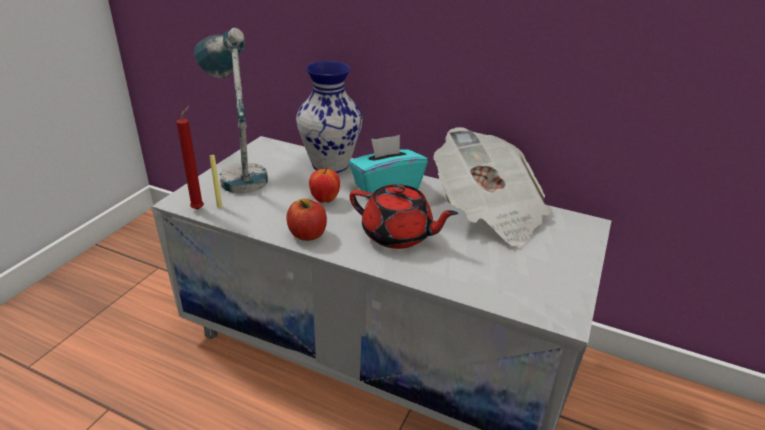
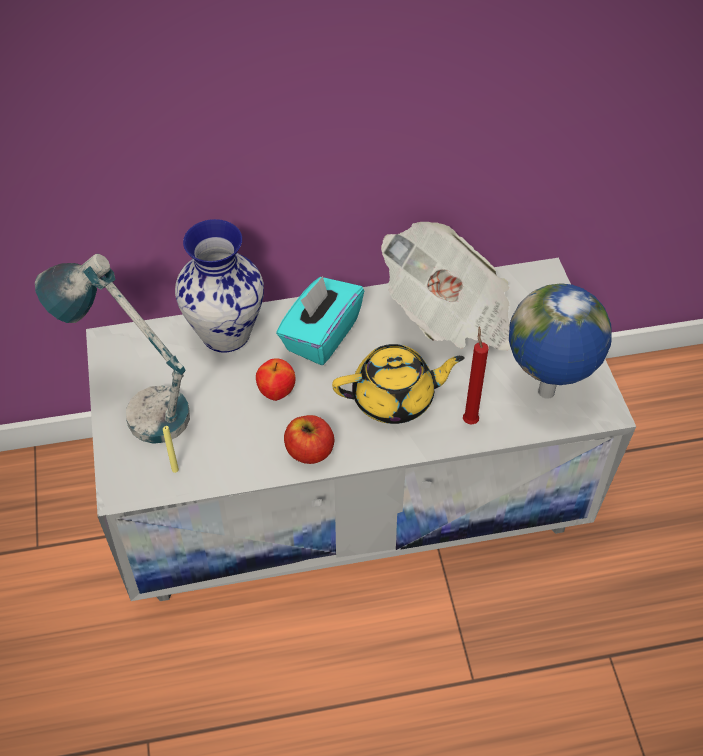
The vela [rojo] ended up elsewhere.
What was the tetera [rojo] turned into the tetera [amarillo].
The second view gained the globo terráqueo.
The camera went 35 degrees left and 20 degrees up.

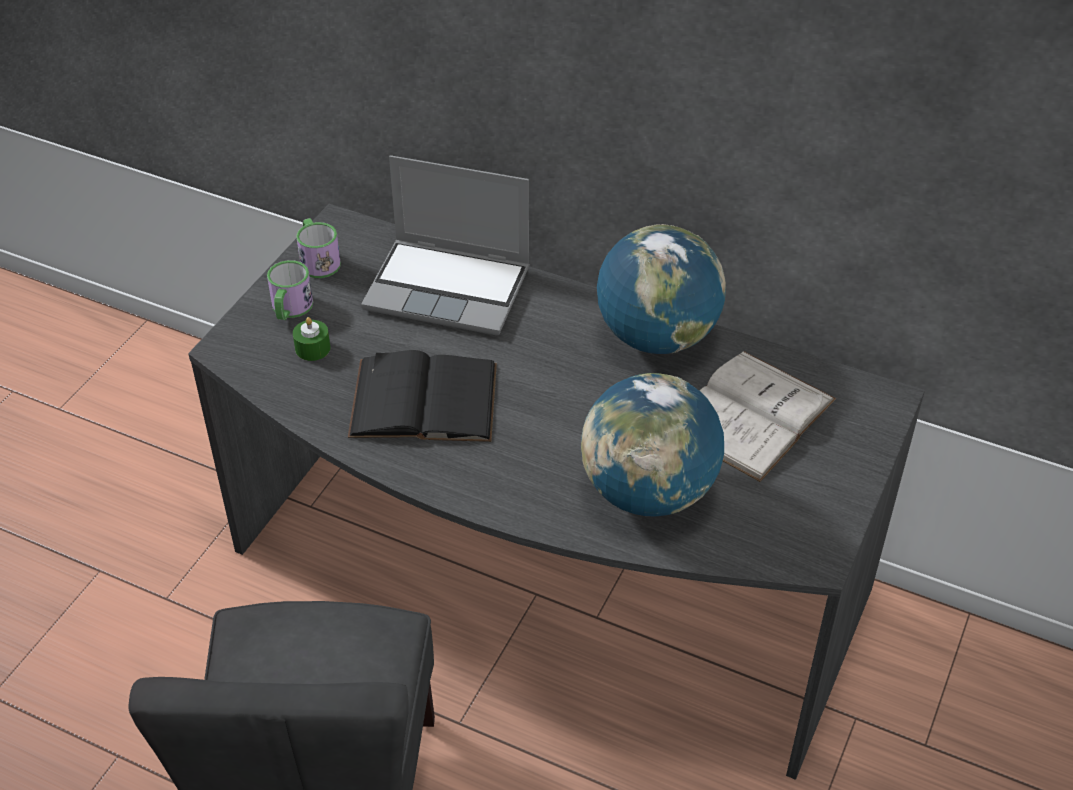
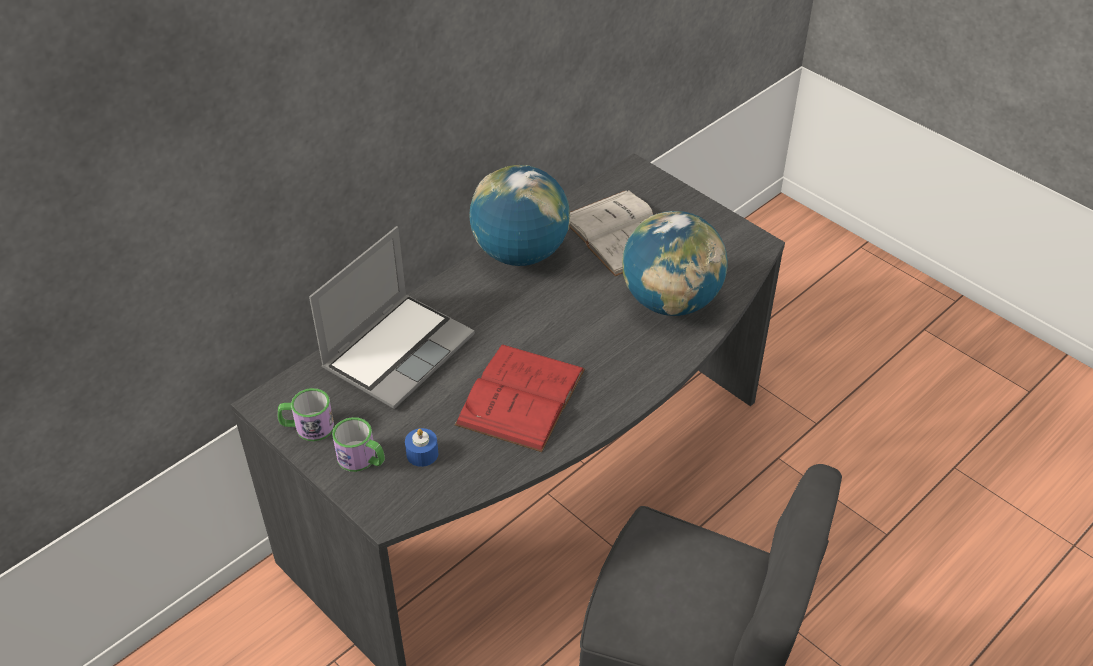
What was the vela [verde] turned into the vela [azul].
What was the libro [negro] turned into the libro [rojo].
The camera went 70 degrees left and 0 degrees up.

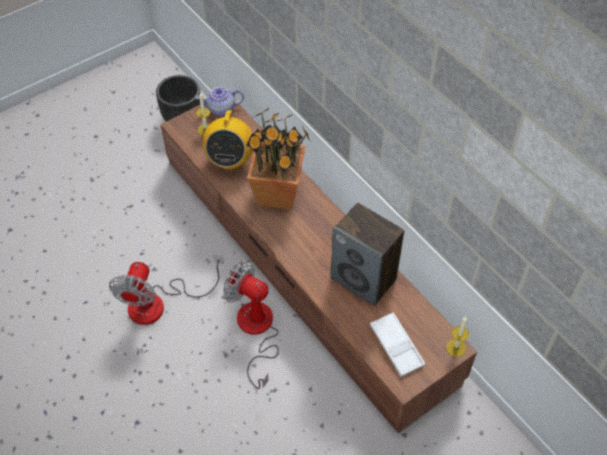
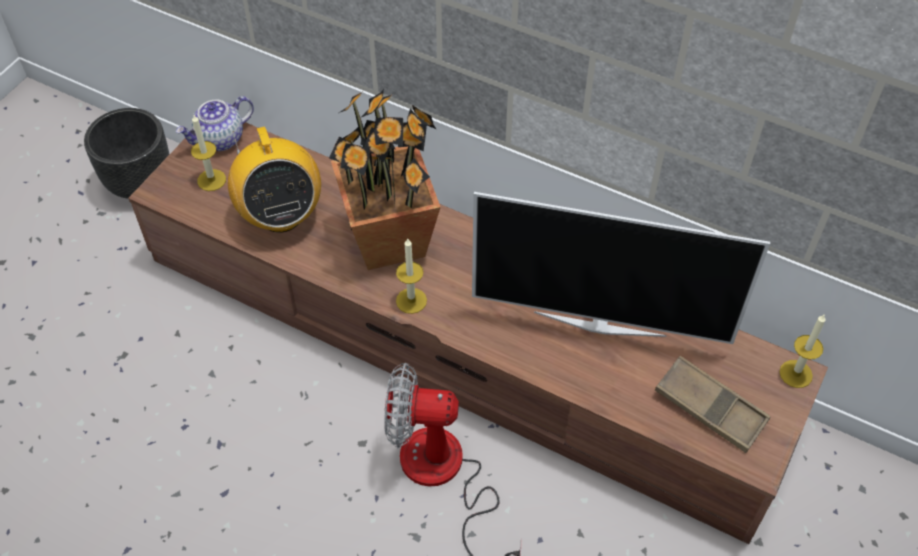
The second view lost the ventilador (1st from left).
Where the altavoz stood, the televisor came to stand.
What was the bandeja [blanco] turned into the bandeja [marrón].
The second view gained the vela (2nd from left).
The camera went 25 degrees left and 0 degrees up.

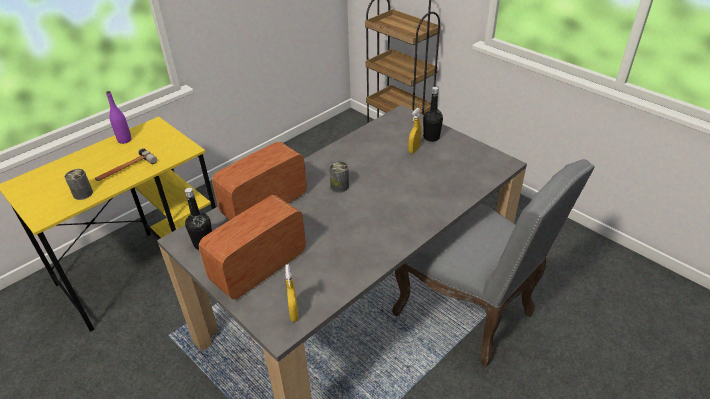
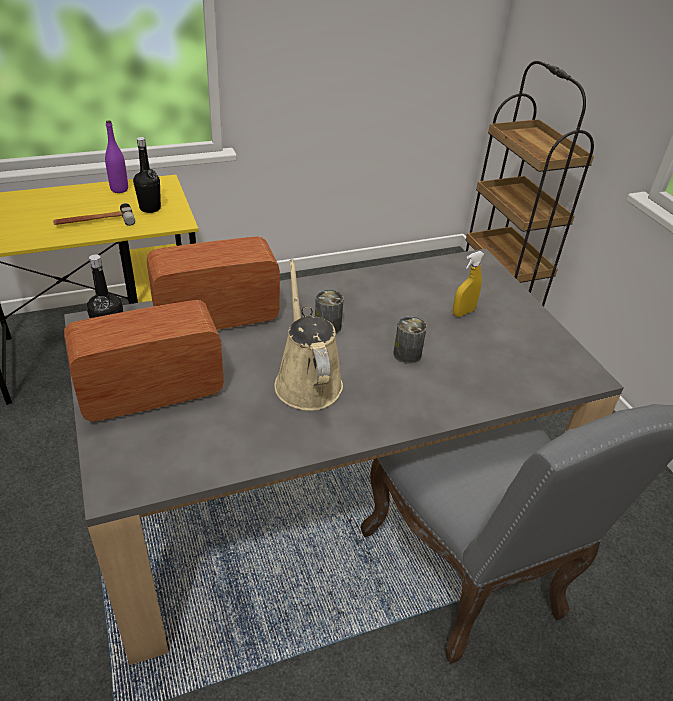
The lata (1st from left in the first image) ended up elsewhere.
The second view lost the pulverizador [amarillo] (1st from left).
The botella [negro] (2nd from left) ended up elsewhere.
The second view gained the regadera [beis].
The camera went 20 degrees right and 0 degrees up.

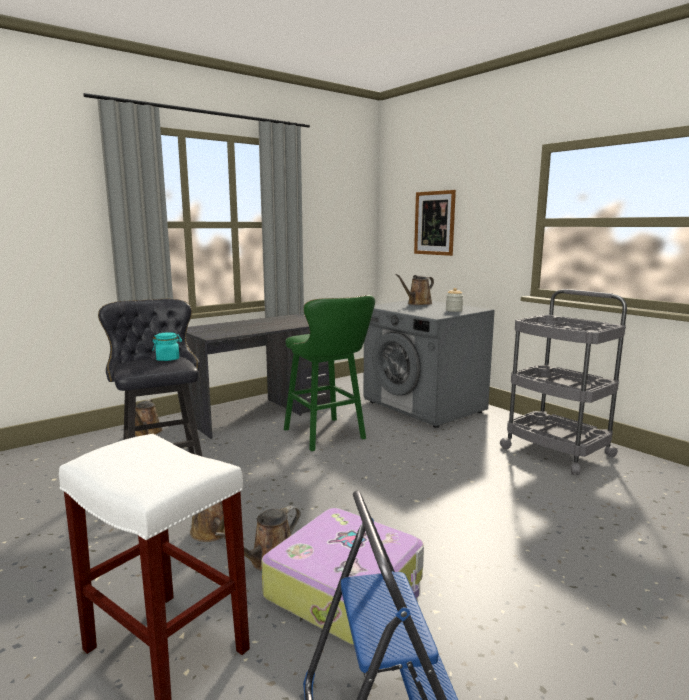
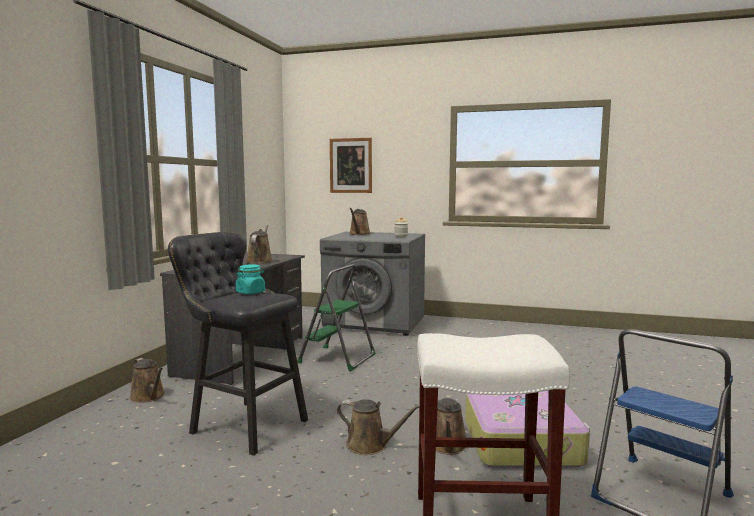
Where the taburete [verde] stood, the escalera de tijera [verde] came to stand.
The second view lost the carrito [gris].
The second view gained the regadera [marrón] (2nd from left).
The camera went 35 degrees left and 5 degrees down.

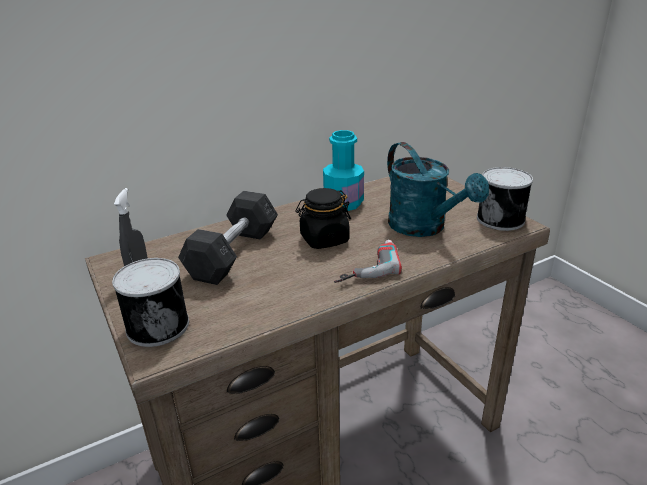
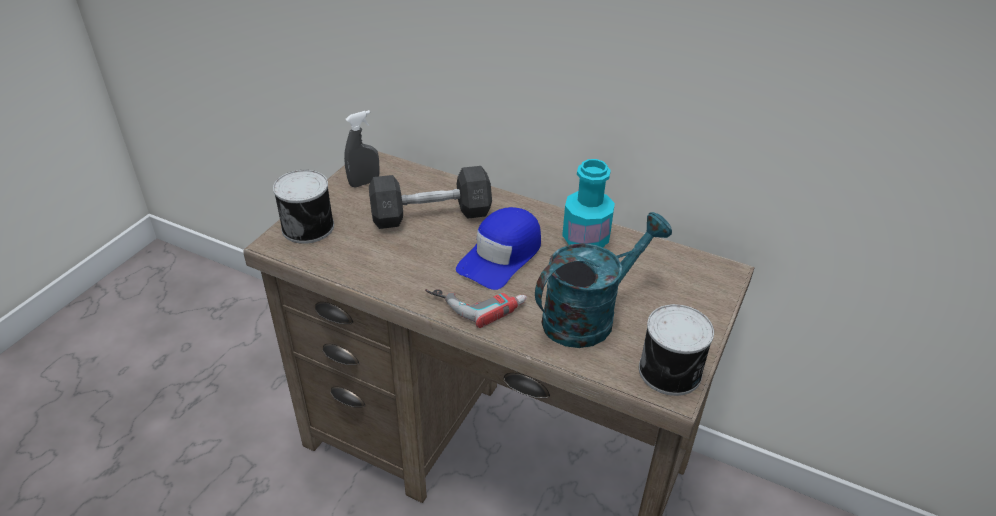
Where the tarro [negro] stood, the gorra [azul] came to stand.
The regadera [turquesa] ended up facing another way, 150 degrees counterclockwise from before.
The camera went 55 degrees right and 10 degrees up.

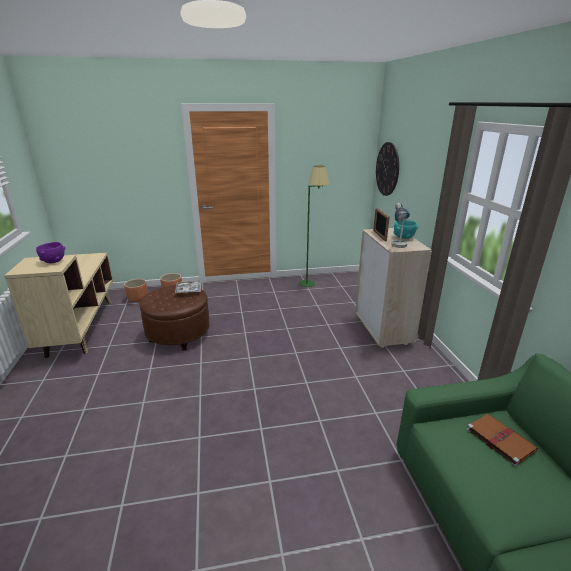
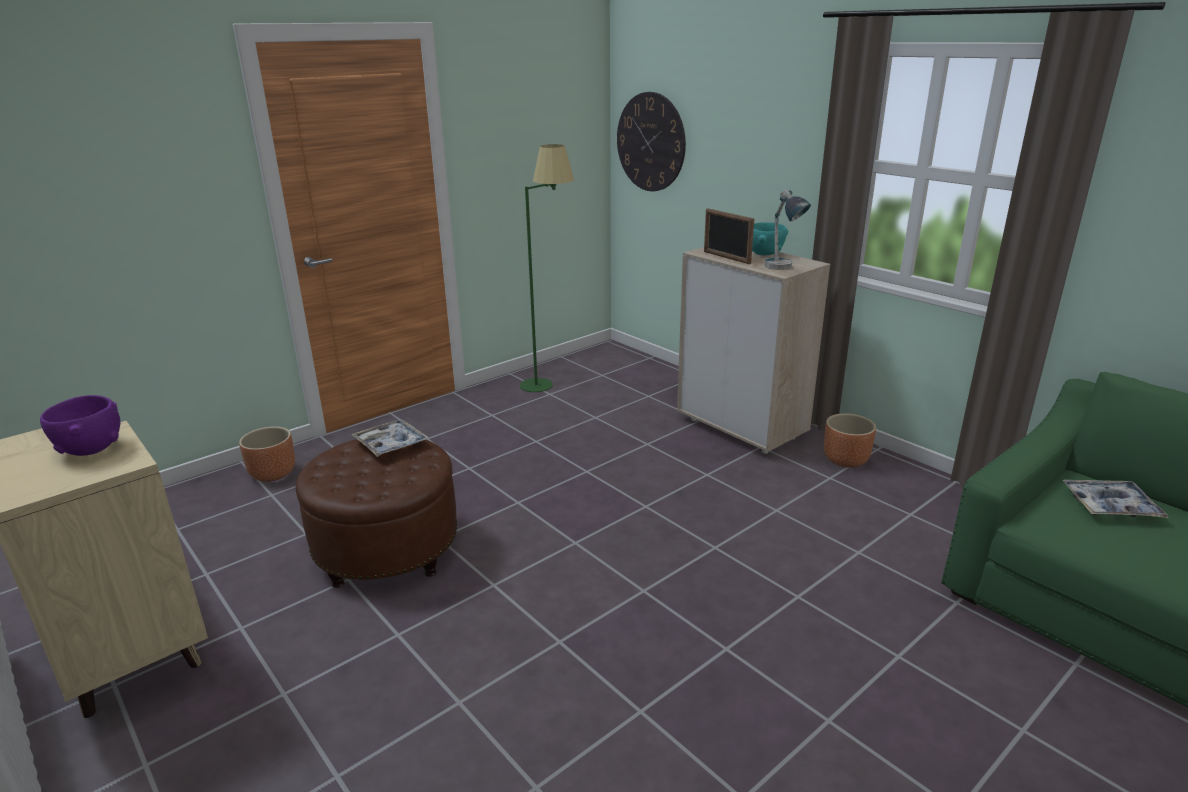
The maceta [marrón] (1st from left in the first image) ended up elsewhere.
Where the libro [marrón] stood, the bandeja (2nd from left) came to stand.
The camera went 30 degrees left and 0 degrees up.

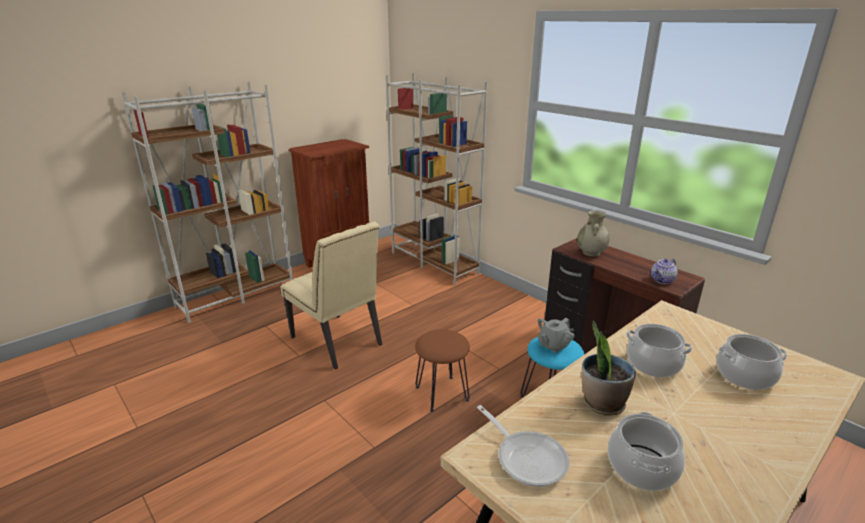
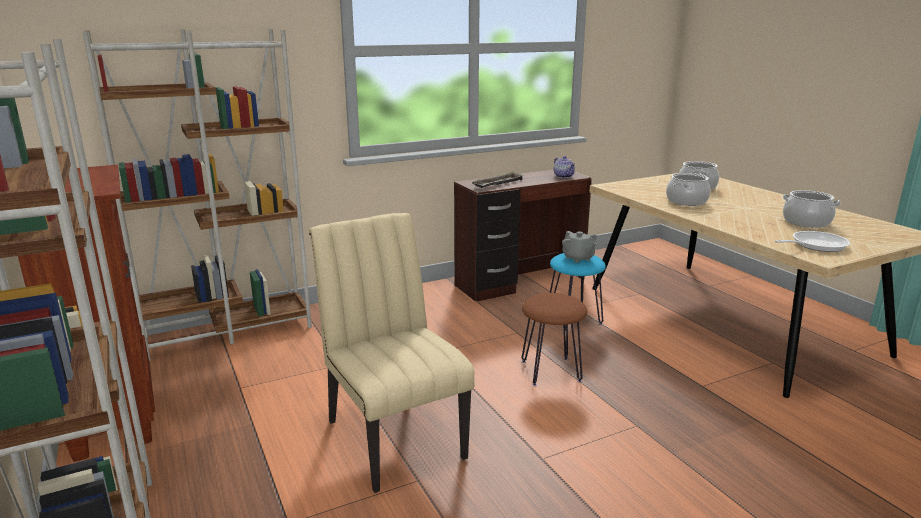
The silla [beis] ended up facing another way, 90 degrees counterclockwise from before.
Where the florero [beis] stood, the bandeja came to stand.
The second view lost the planta en maceta.
The camera went 75 degrees left and 5 degrees down.

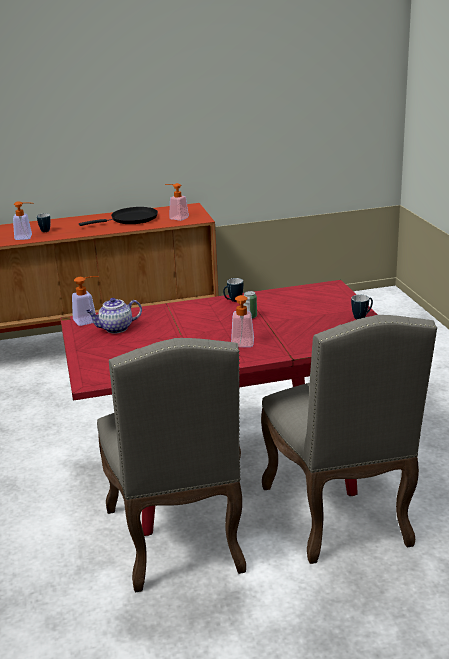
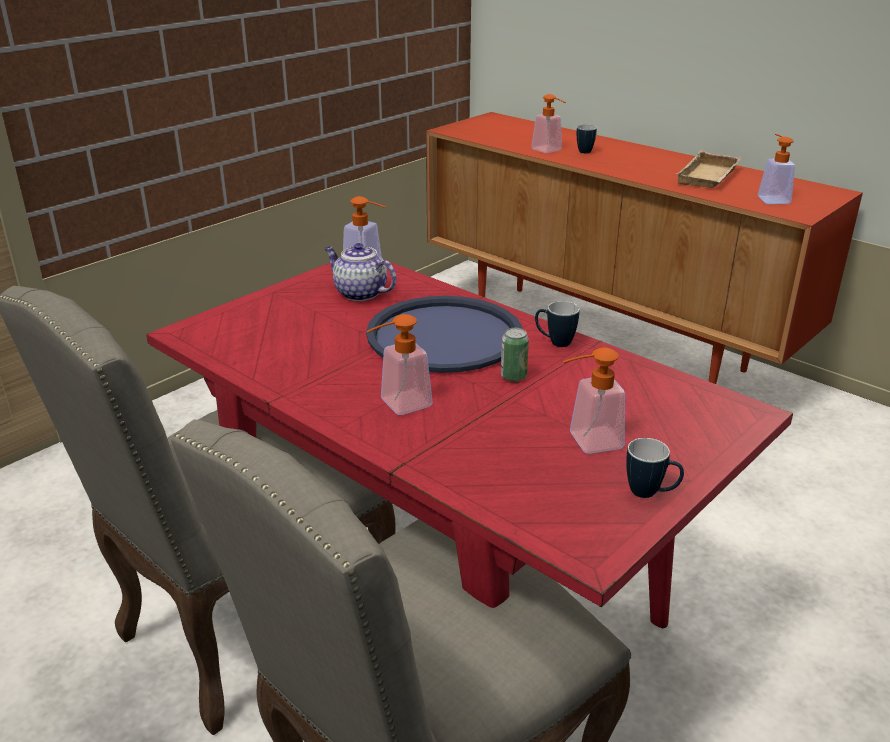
Where the sartén [negro] stood, the bandeja [beis] came to stand.
The second view gained the bandeja [azul].
The second view gained the dispensador de jabón (4th from left).
The camera went 55 degrees right and 5 degrees up.

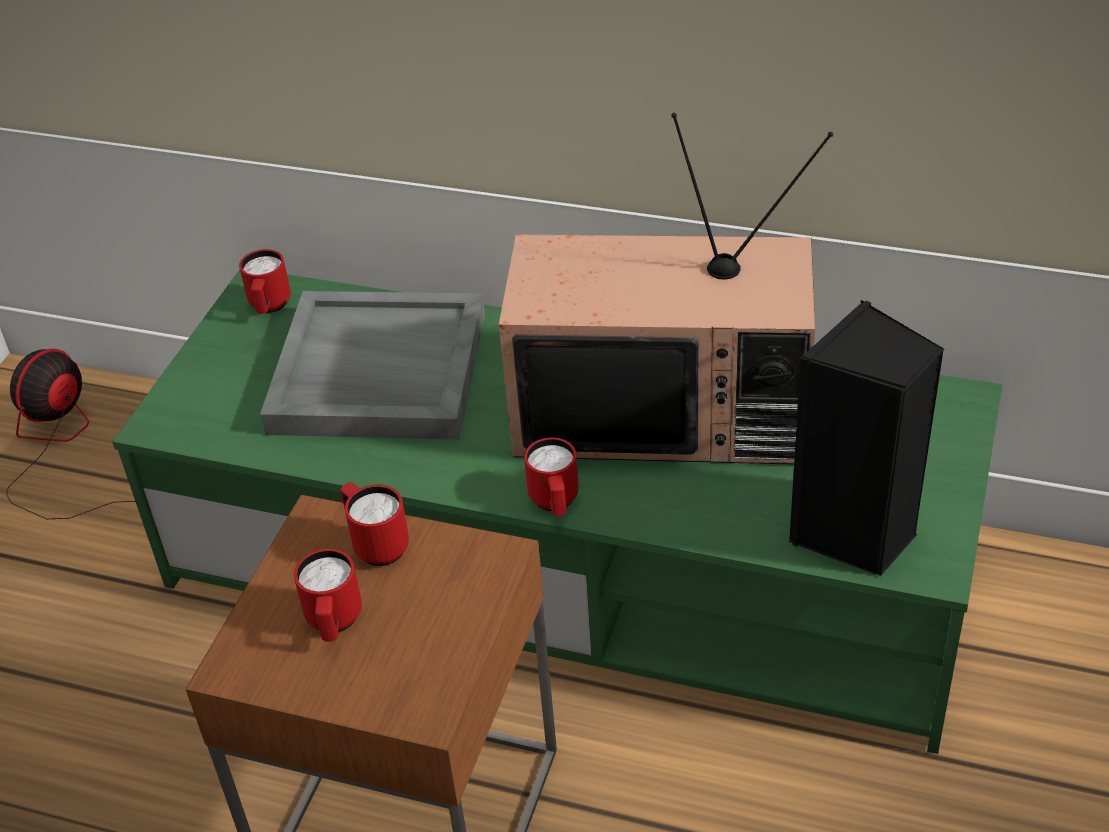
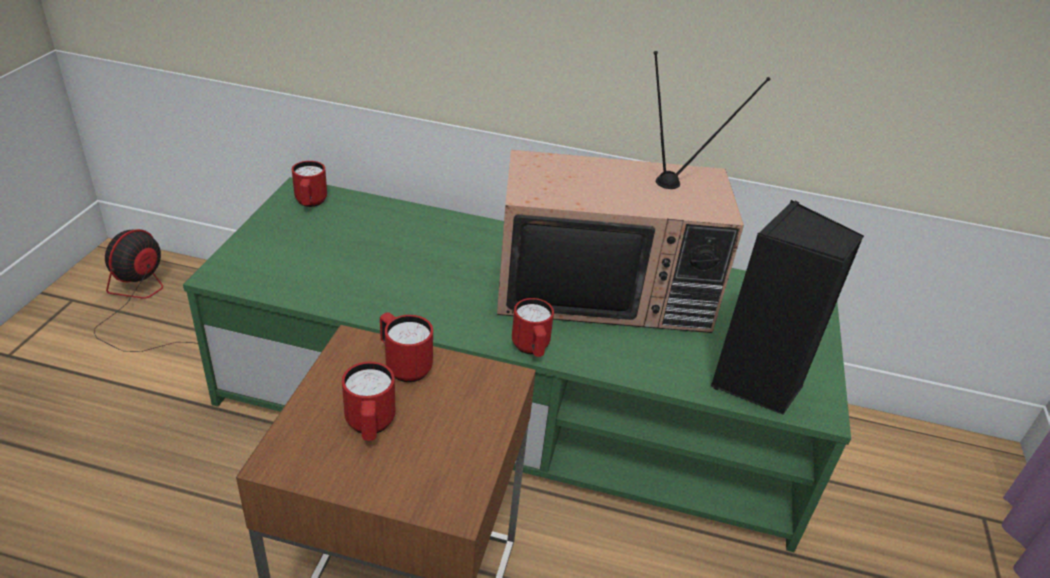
The second view lost the bandeja [gris].
The camera went 10 degrees left and 5 degrees down.

